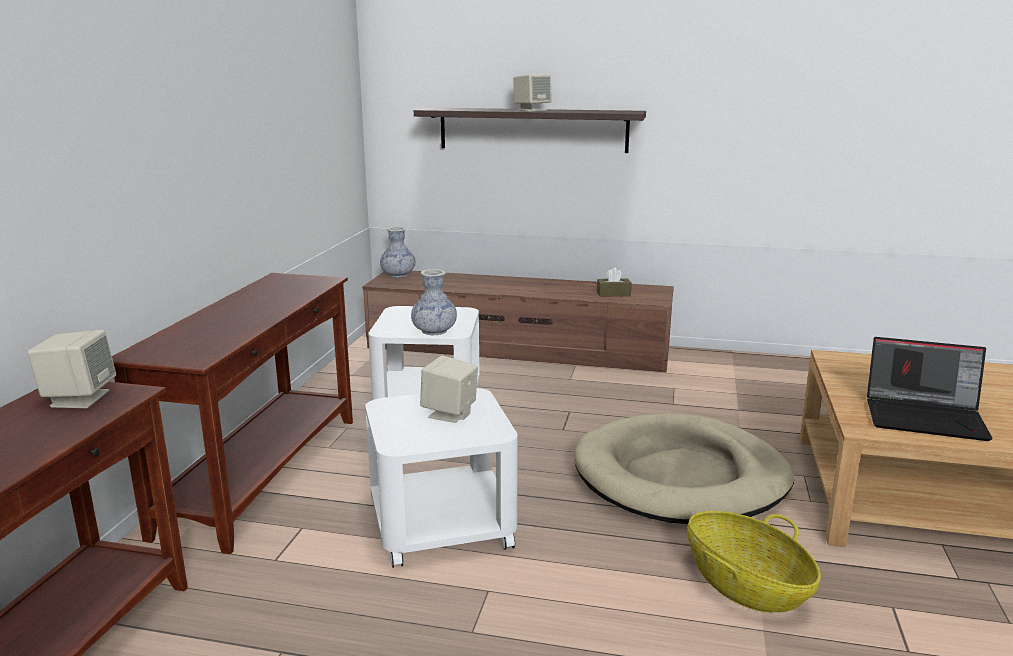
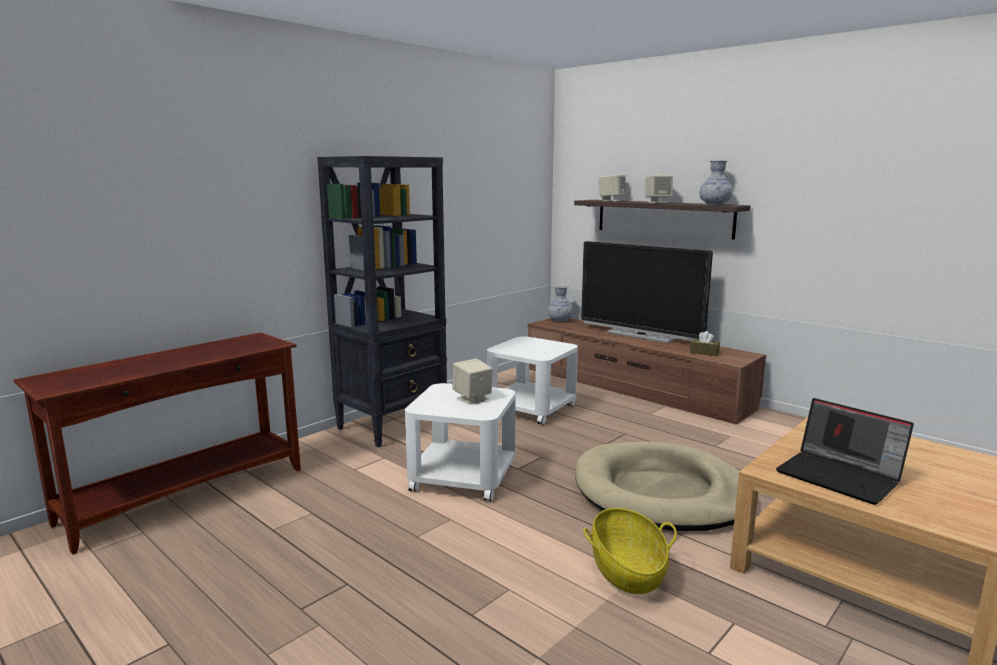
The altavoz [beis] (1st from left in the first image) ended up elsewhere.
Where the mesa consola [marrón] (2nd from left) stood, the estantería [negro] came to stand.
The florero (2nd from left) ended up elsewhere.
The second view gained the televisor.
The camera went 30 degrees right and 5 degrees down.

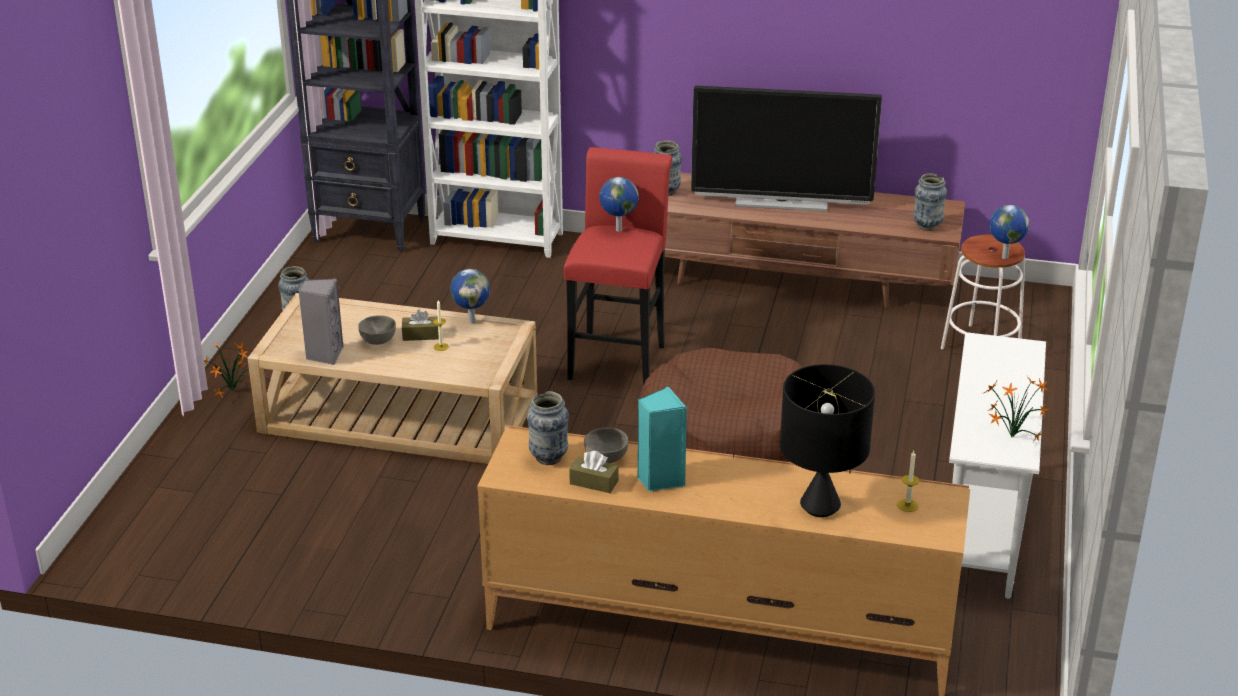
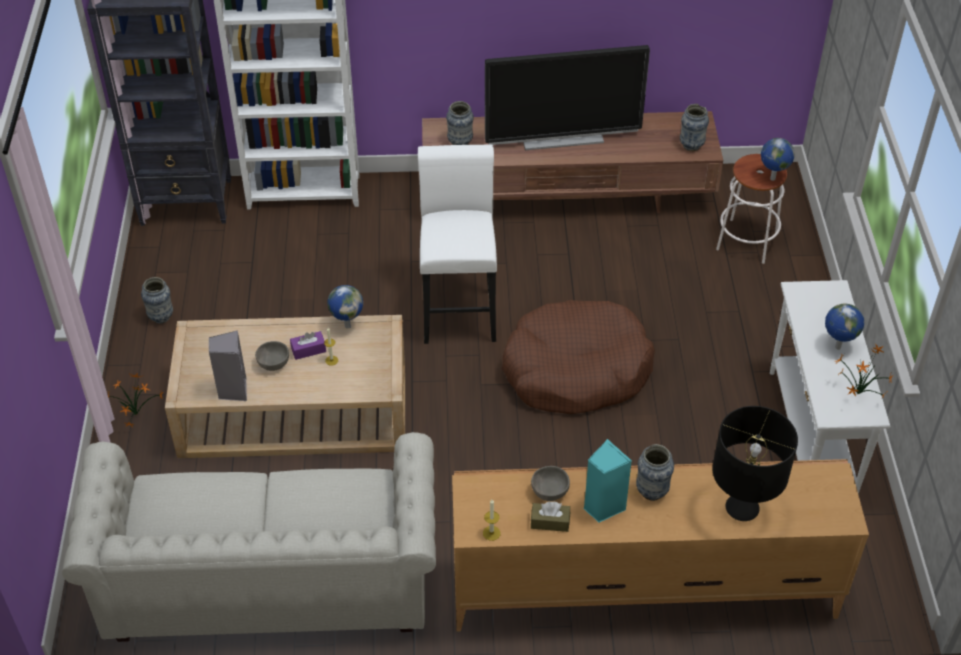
What was the caja de pañuelos [marrón] (1st from left) turned into the caja de pañuelos [morado].
The florero (2nd from left in the first image) ended up elsewhere.
What was the taburete [rojo] turned into the taburete [blanco] (1st from left).
The globo terráqueo (2nd from left in the first image) ended up elsewhere.
The vela (2nd from left) ended up elsewhere.
The second view gained the sofá [blanco].
The camera went 15 degrees left and 15 degrees up.

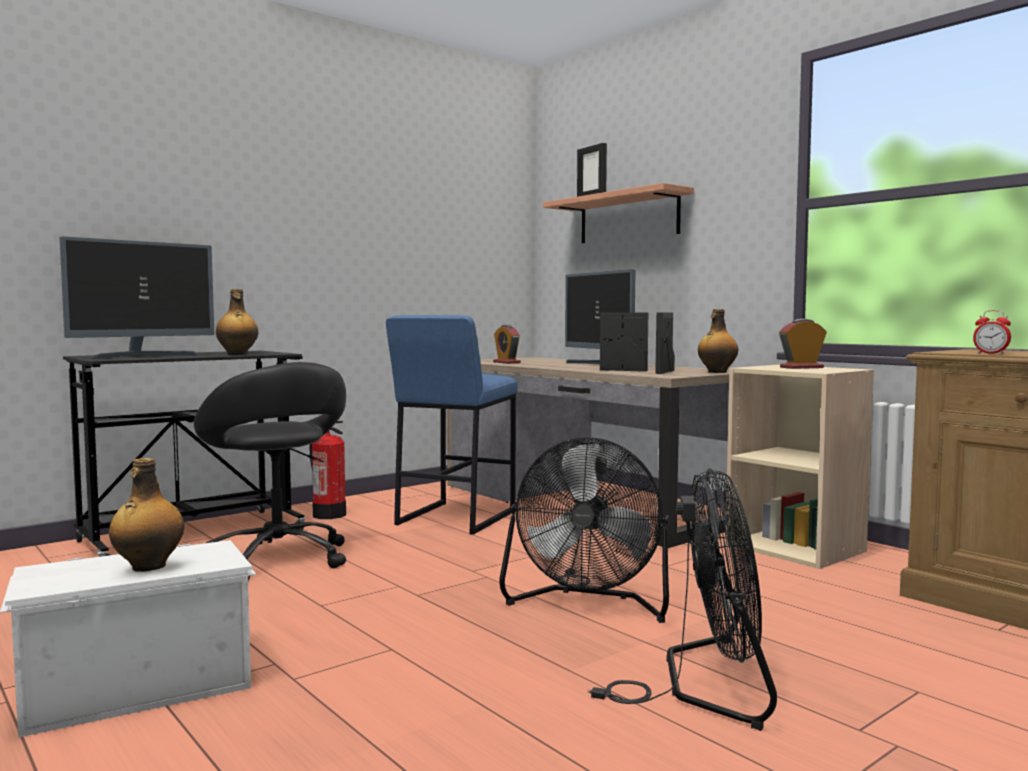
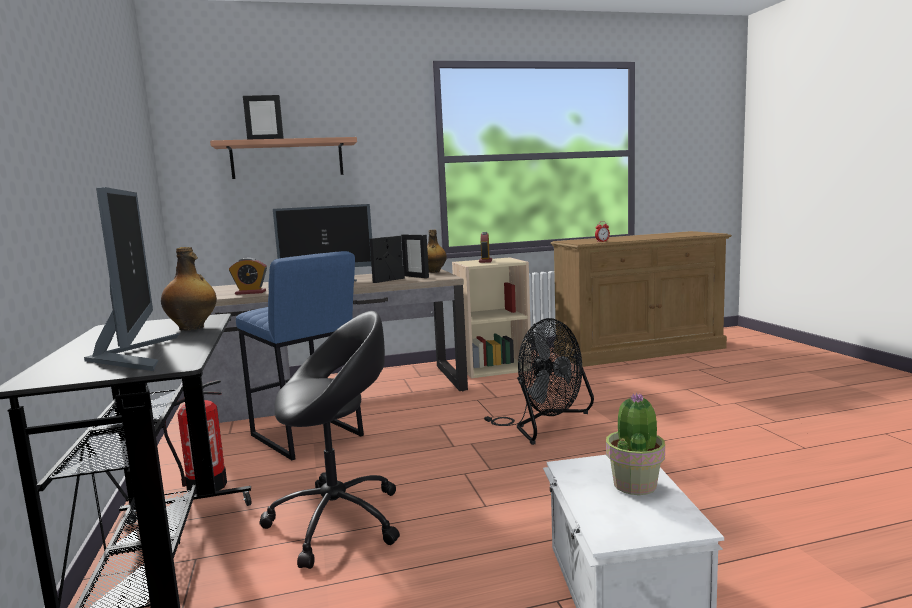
Where the botella (1st from left) stood, the planta en maceta came to stand.
The second view lost the ventilador [negro] (2nd from left).
The camera went 65 degrees left and 5 degrees up.

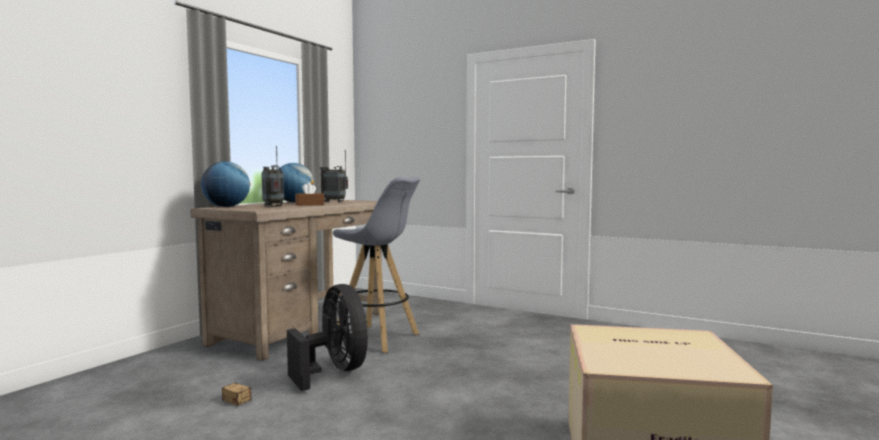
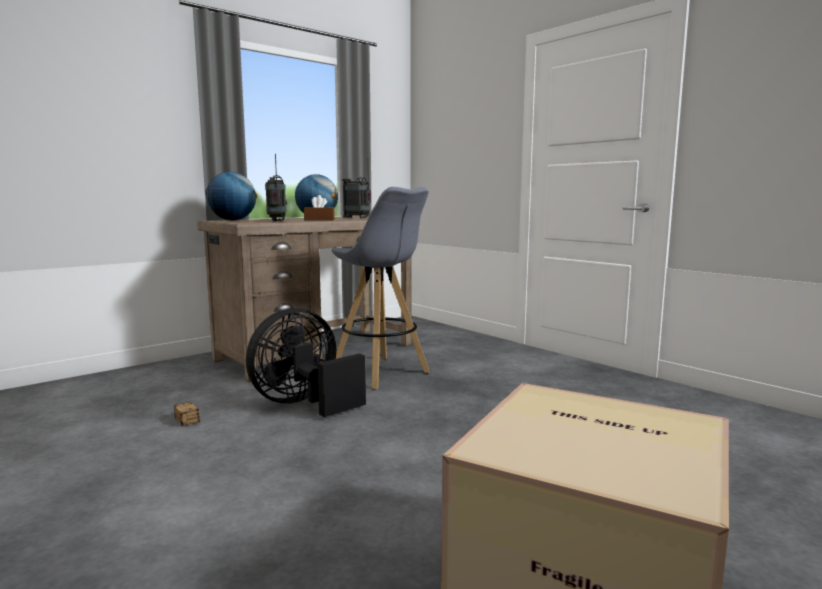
The ventilador [negro] ended up facing another way, 120 degrees counterclockwise from before.
The camera went 20 degrees right and 5 degrees up.

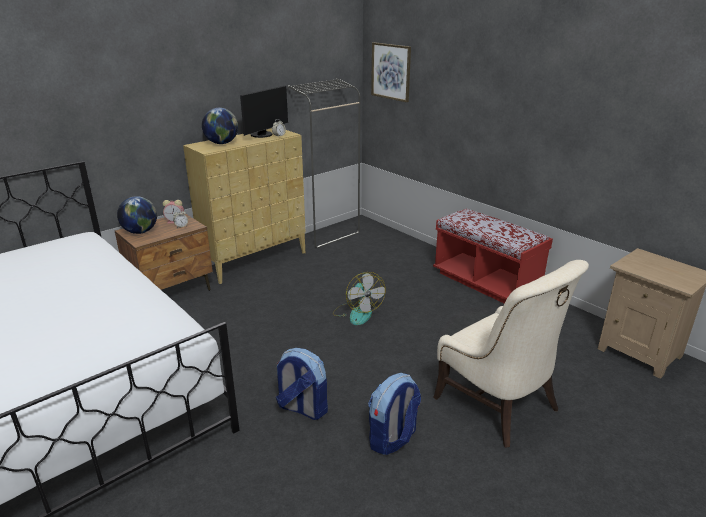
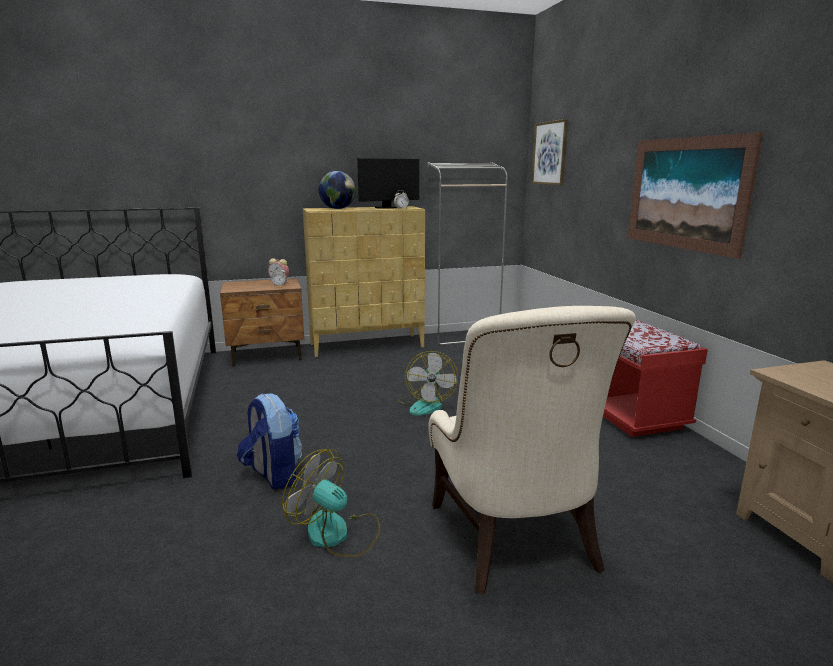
The second view lost the globo terráqueo (1st from left).
Where the mochila (2nd from left) stood, the ventilador (1st from left) came to stand.
The second view gained the cuadro (2nd from left).
The camera went 25 degrees right and 10 degrees down.

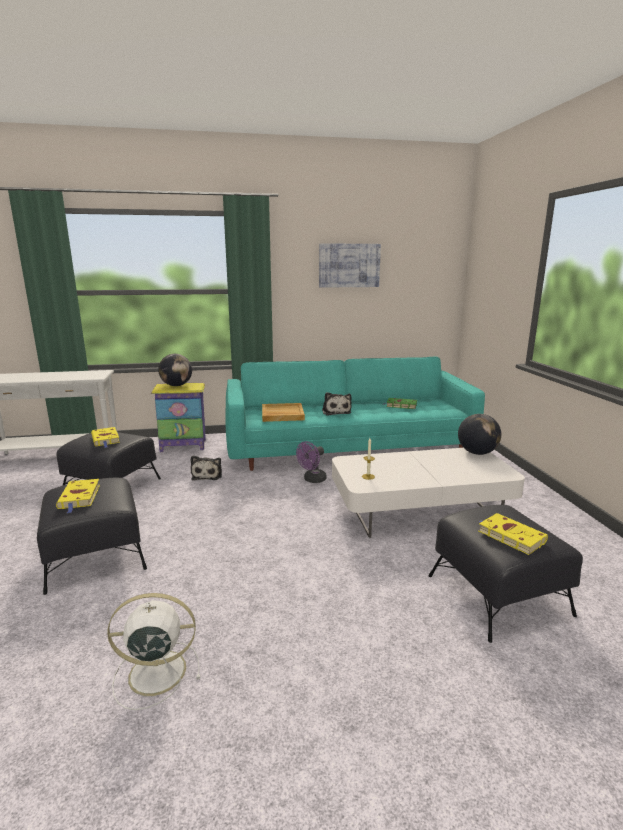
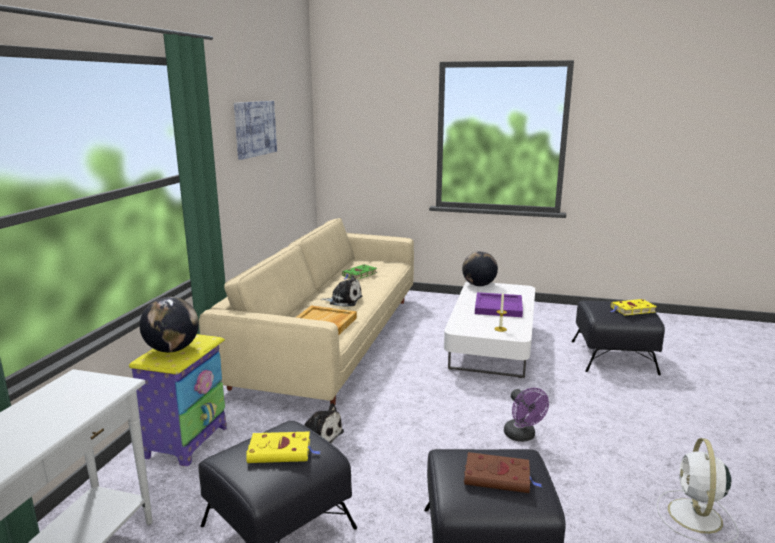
What was the libro [amarillo] (1st from left) turned into the libro [marrón].
What was the sofá [turquesa] turned into the sofá [beis].
The ventilador [morado] ended up elsewhere.
The second view gained the bandeja [morado].
The camera went 65 degrees left and 0 degrees up.

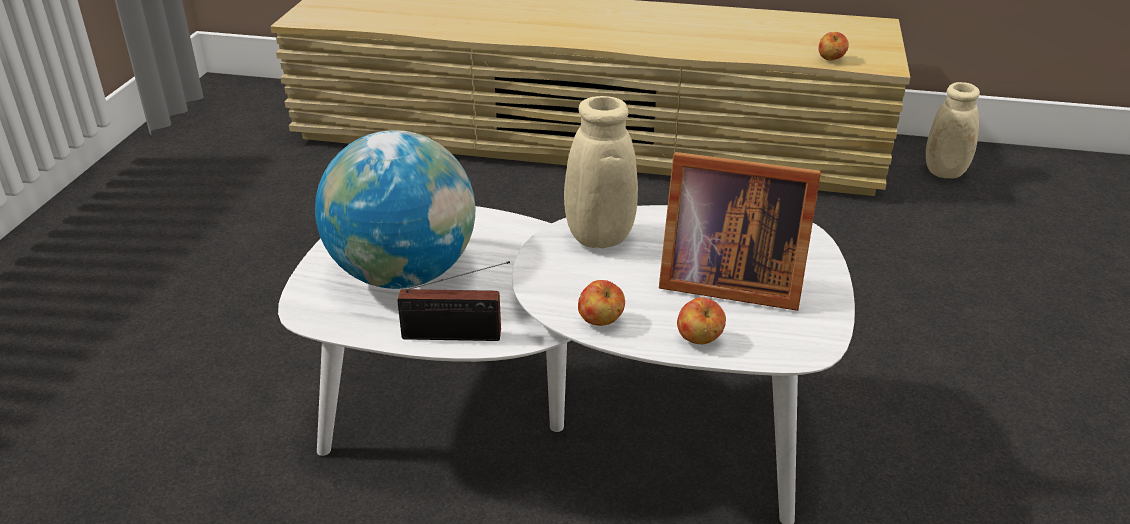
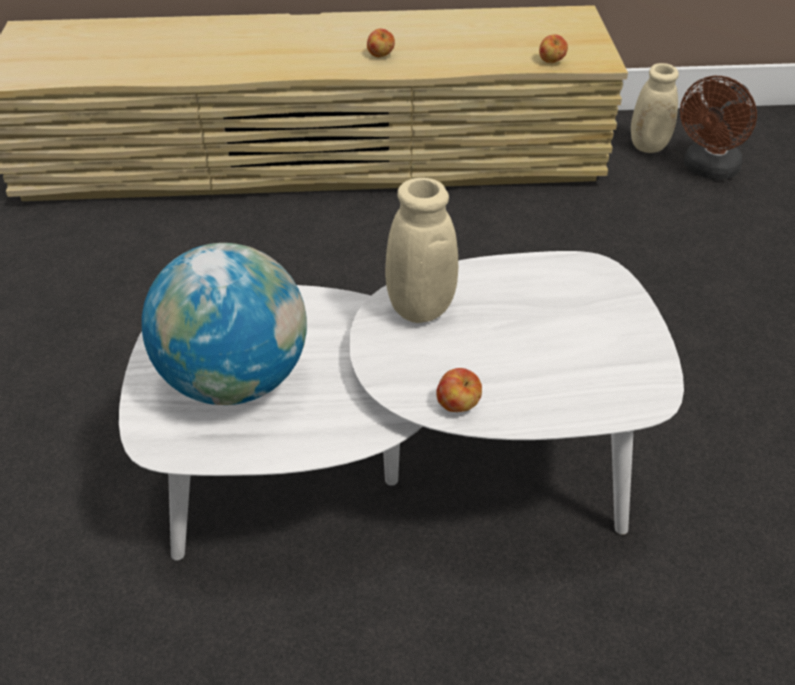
The second view lost the radio.
The second view lost the portarretratos.
The manzana (2nd from left in the first image) ended up elsewhere.
The second view gained the ventilador [marrón].
The camera went 15 degrees left and 10 degrees up.

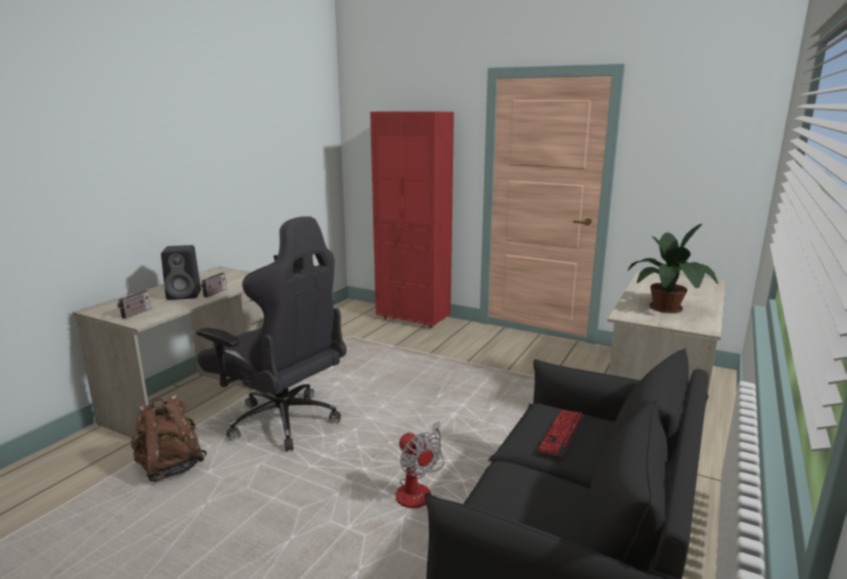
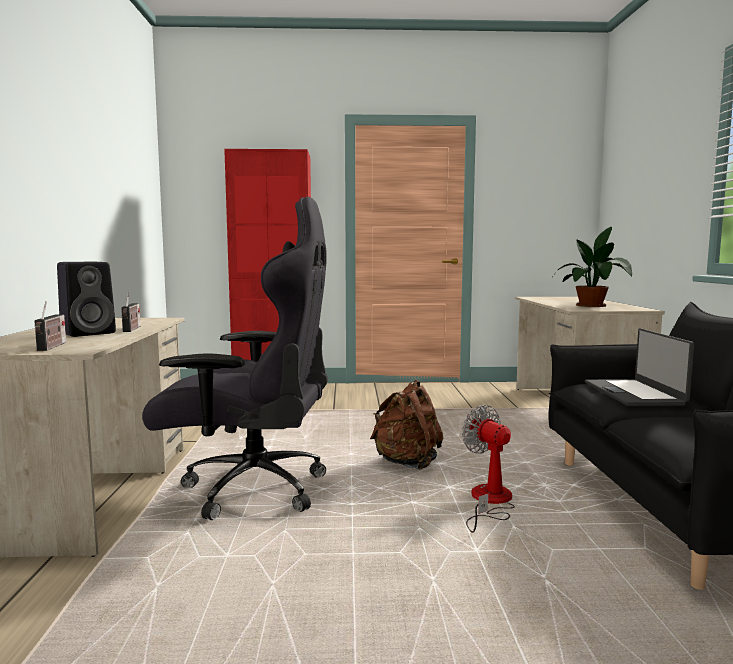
The mochila [marrón] ended up elsewhere.
The ventilador ended up facing another way, 150 degrees counterclockwise from before.
Where the teclado stood, the portátil came to stand.
The camera went 30 degrees left and 10 degrees down.

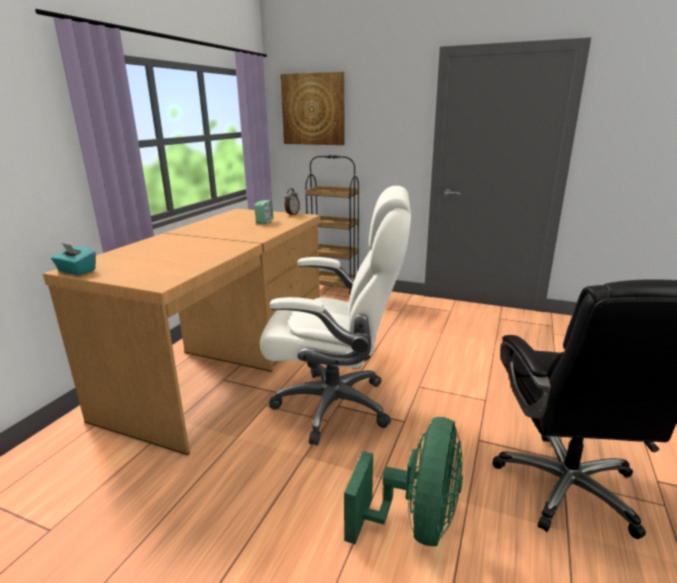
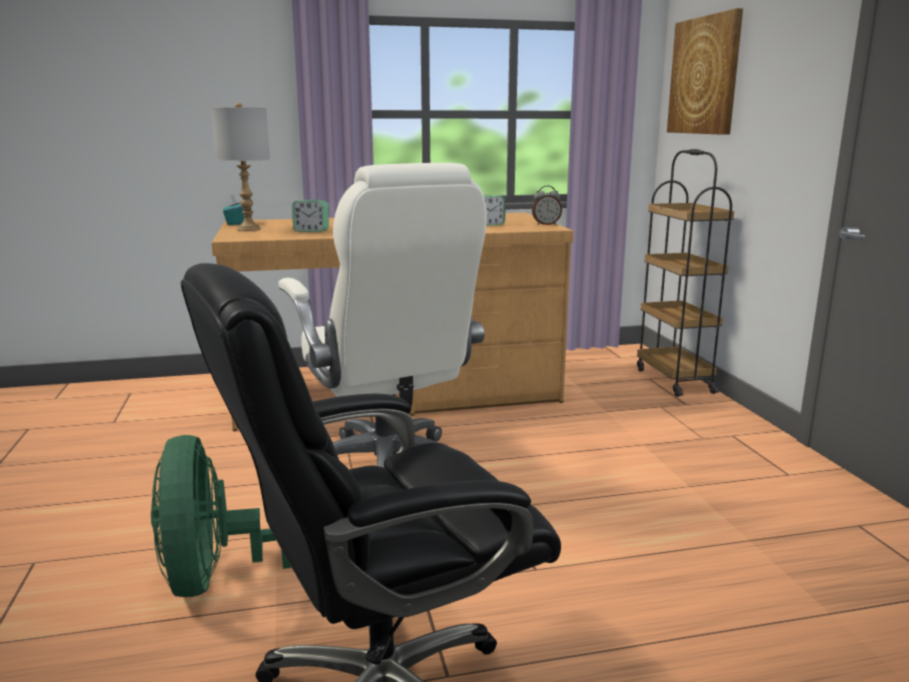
The ventilador [verde] ended up facing another way, 90 degrees clockwise from before.
The second view gained the lámpara de mesa [gris].
The second view gained the despertador (1st from left).
The camera went 55 degrees right and 5 degrees down.

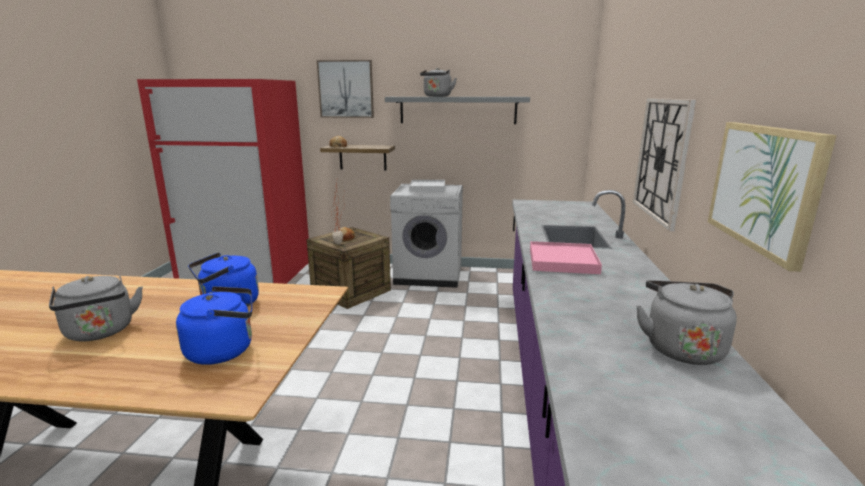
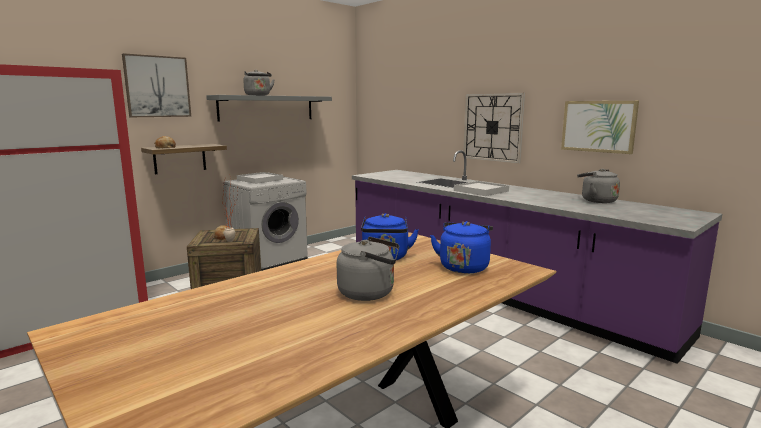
What was the bandeja [rosa] turned into the bandeja [blanco] (2nd from left).
The camera went 50 degrees left and 5 degrees down.

